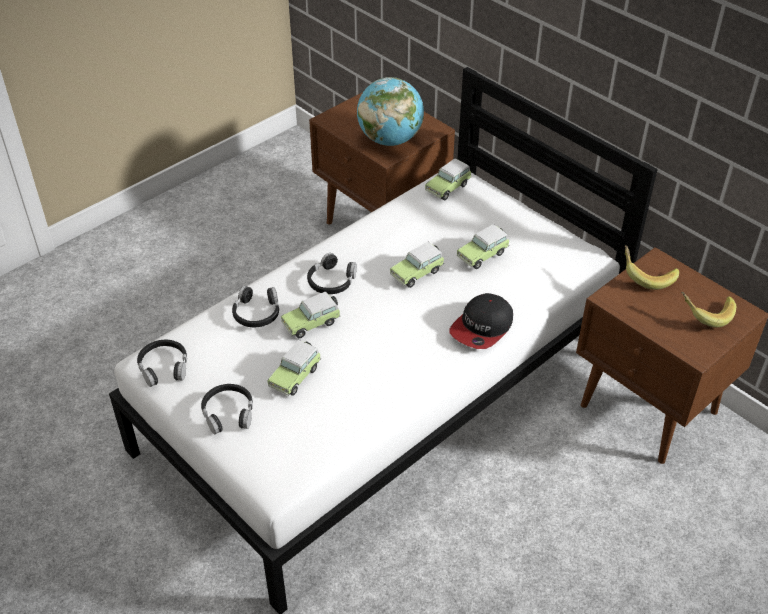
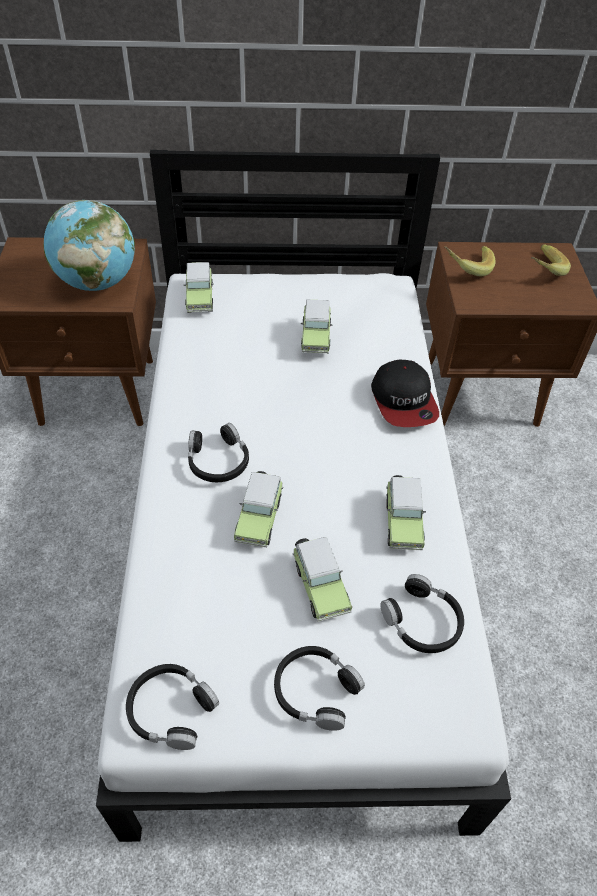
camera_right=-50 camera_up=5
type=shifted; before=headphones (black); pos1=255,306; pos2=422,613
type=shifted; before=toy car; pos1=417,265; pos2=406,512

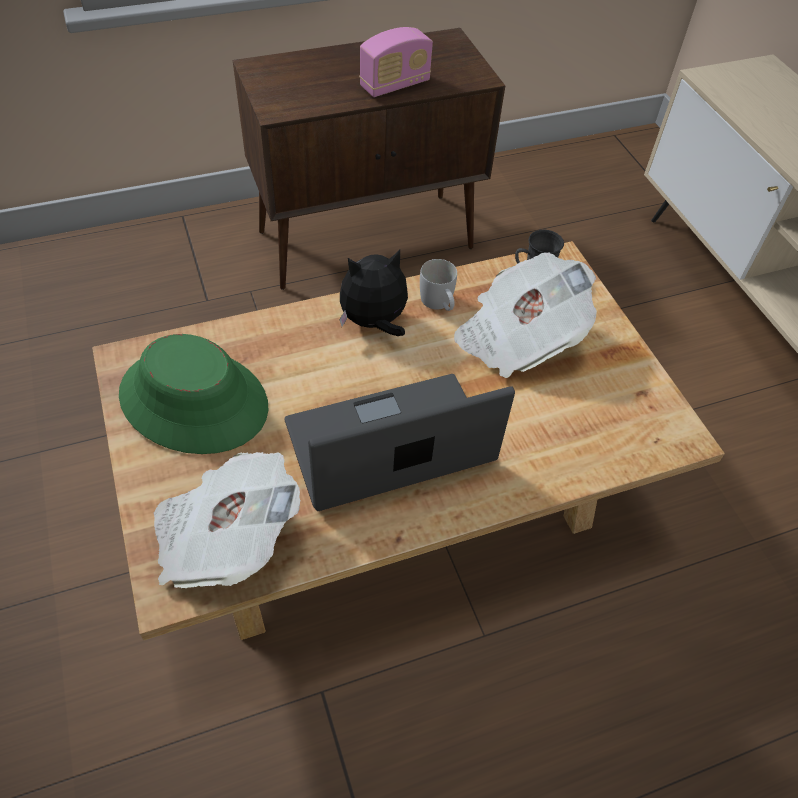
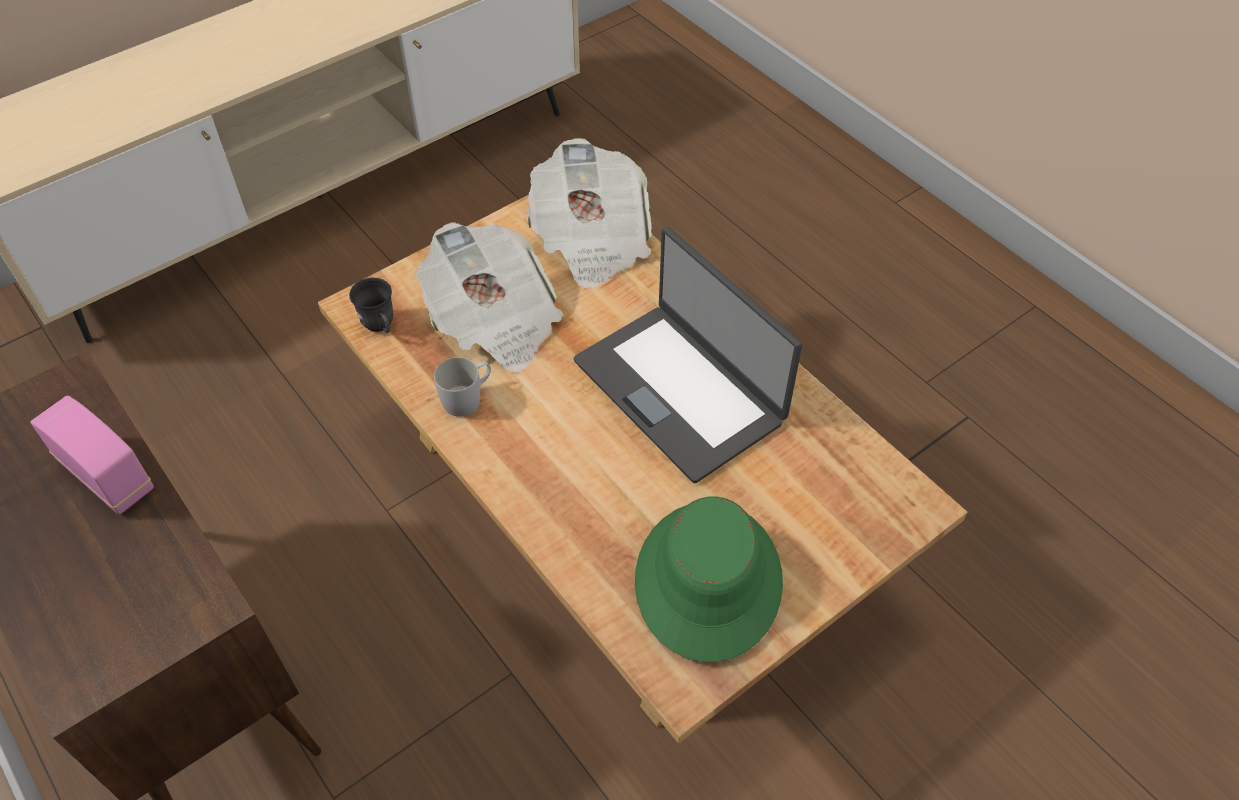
camera_right=-105 camera_up=0
type=shifted; before=newspaper; pos1=227,520; pos2=589,213
type=gone; before=plush toy; pos1=373,293

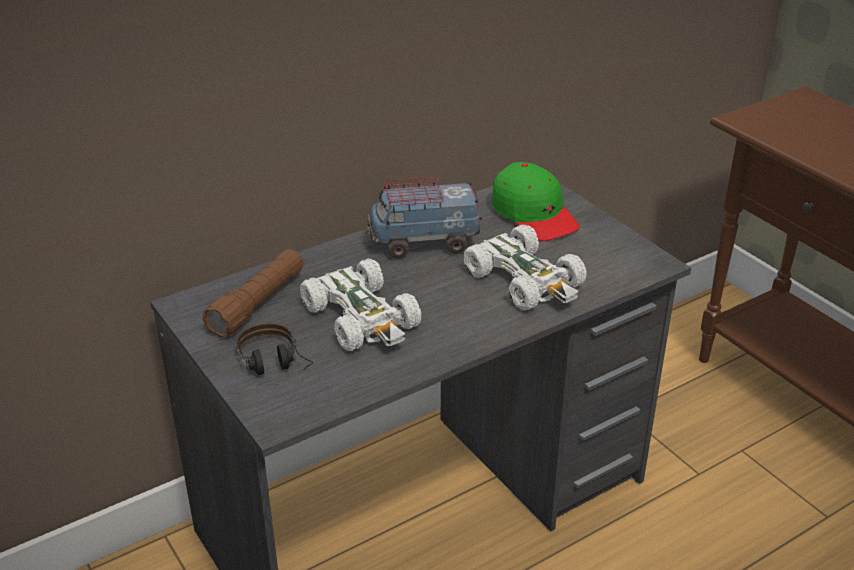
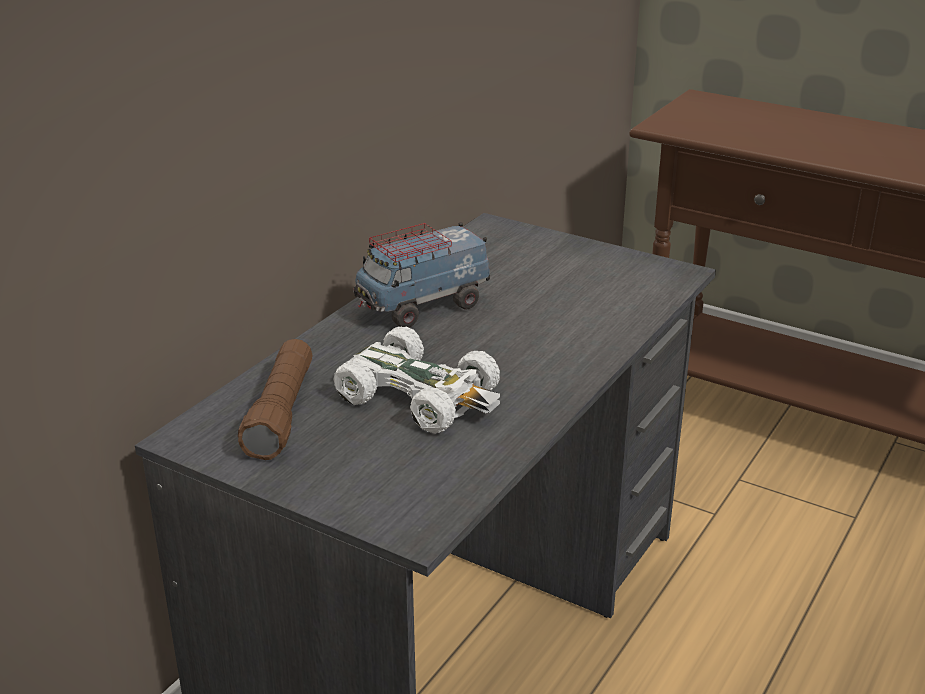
camera_right=-25 camera_up=-5
type=gone; before=headphones; pos1=275,349
type=gone; before=toy car (white); pos1=525,267
type=gone; before=cap (green); pos1=536,201

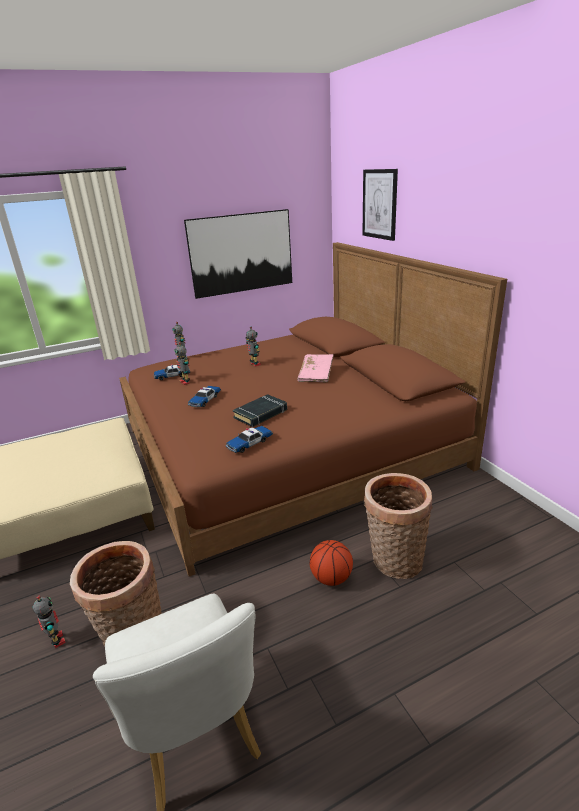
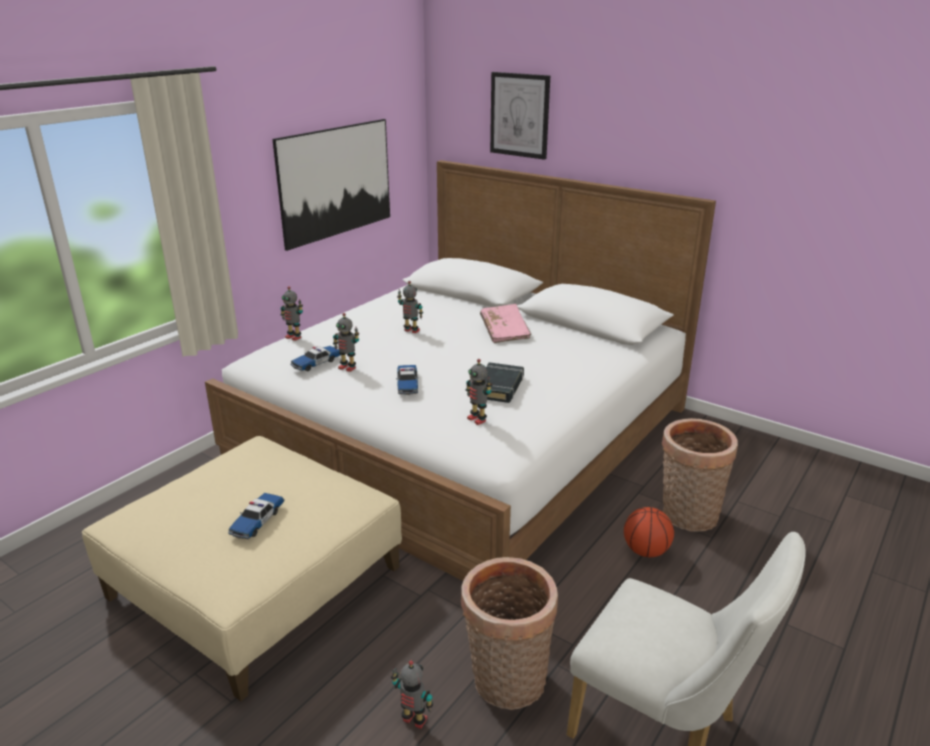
camera_right=-30 camera_up=0
type=repainted; before=bed (brown); after=bed (white); pos1=313,409; pos2=460,370
type=shifted; before=toy car; pos1=249,439; pos2=256,516
type=new; after=toy robot; pos2=479,392

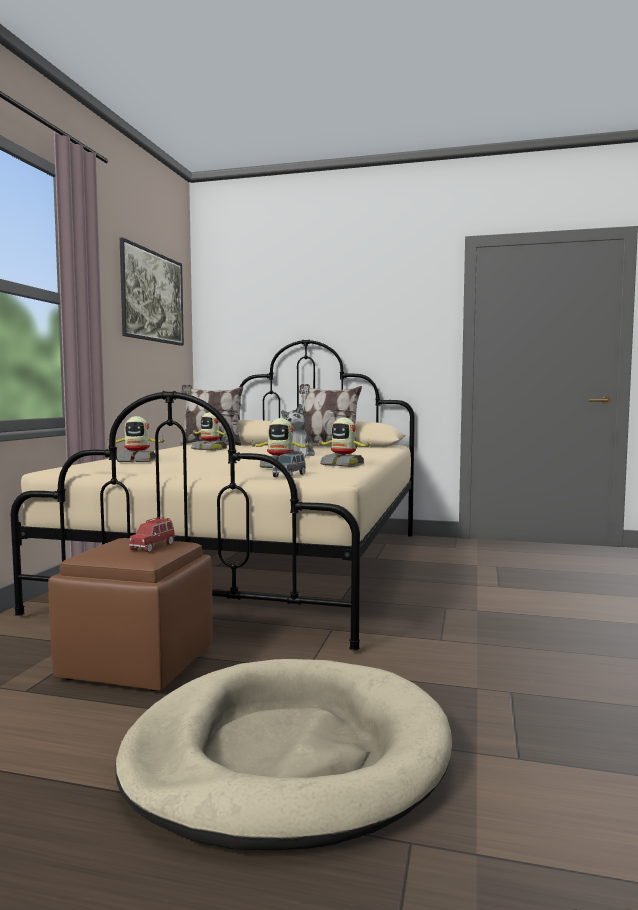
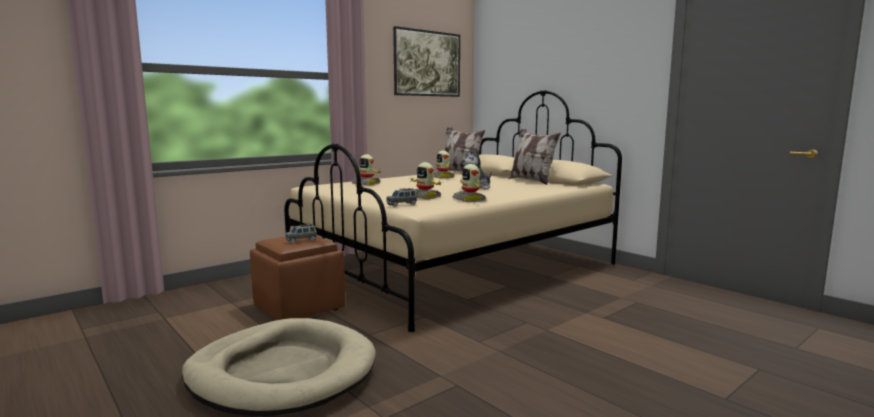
camera_right=35 camera_up=5
type=repainted; before=toy car (red); after=toy car (grey); pos1=152,534; pos2=301,233

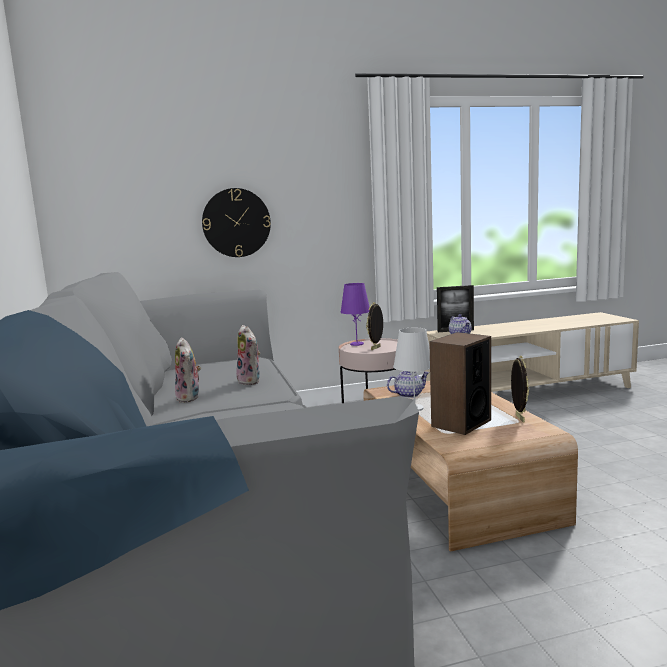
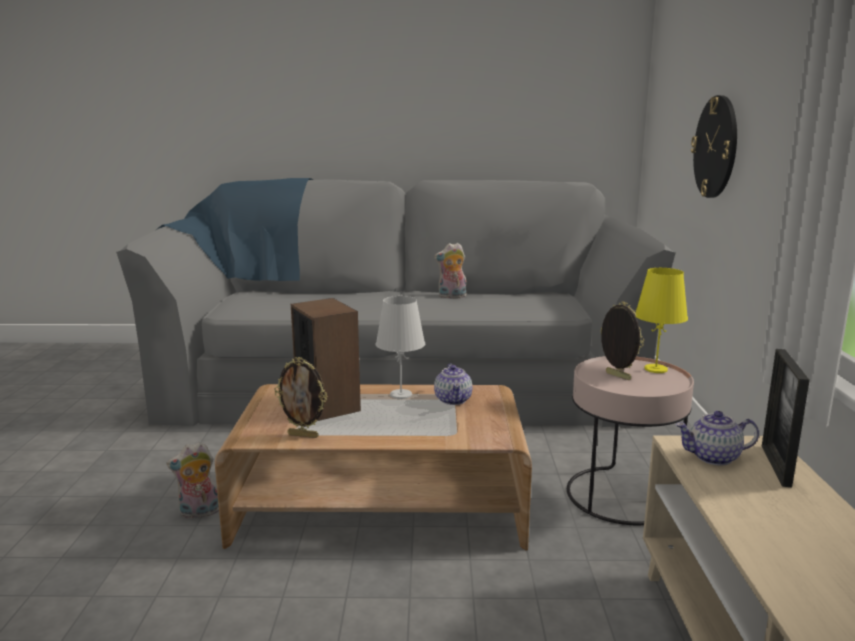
camera_right=105 camera_up=5
type=shifted; before=plush toy; pos1=248,355; pos2=193,480
type=repainted; before=table lamp (purple); after=table lamp (yellow); pos1=355,314; pos2=661,320

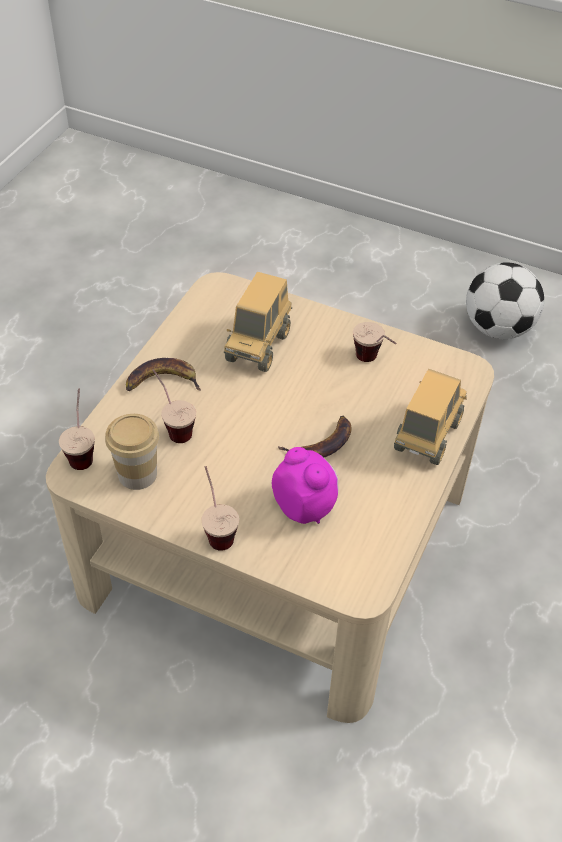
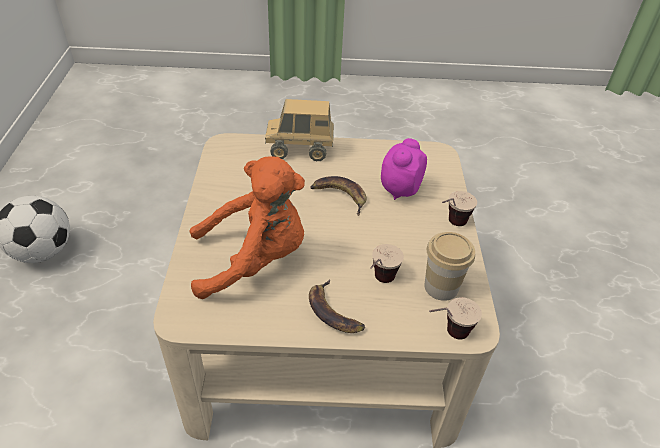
camera_right=-115 camera_up=-5
type=swapped; before=toy truck; after=plush toy (orange); pos1=258,322; pos2=247,228
type=gone; before=cup; pos1=374,342

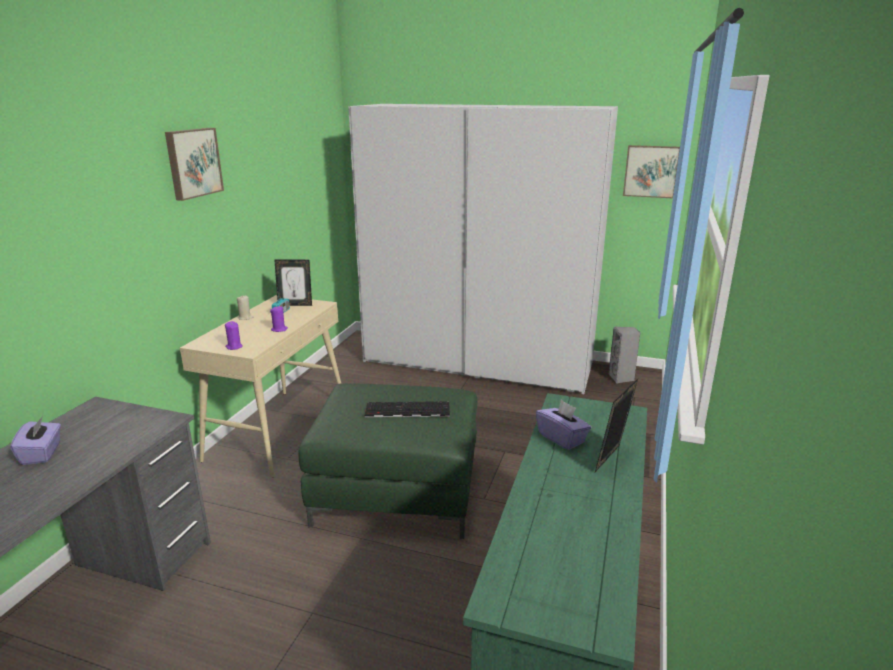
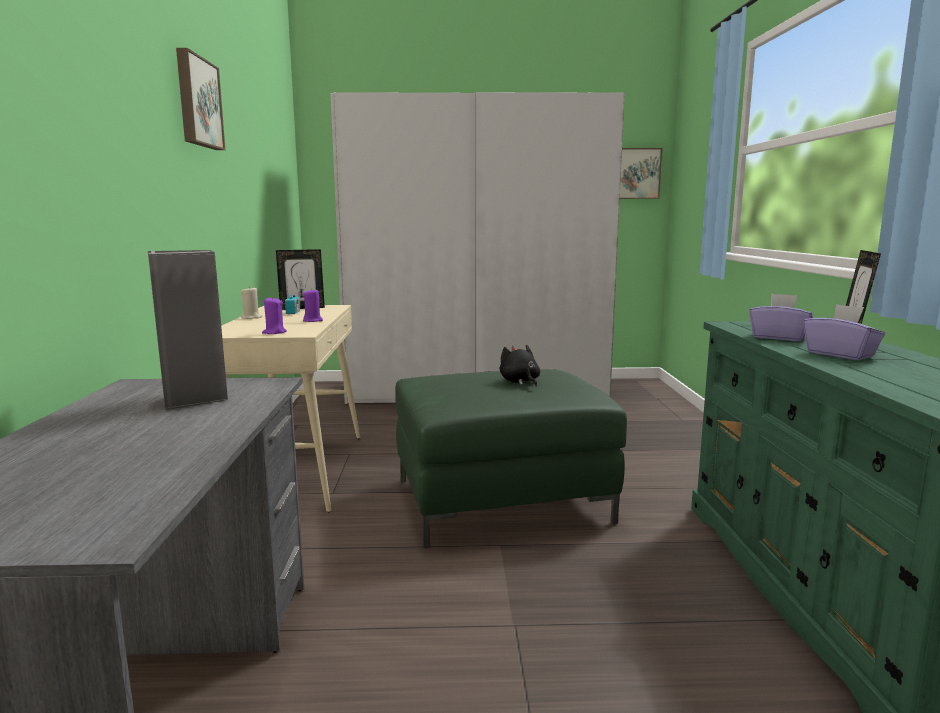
camera_right=-20 camera_up=-10
type=shifted; before=speaker (grey); pos1=624,355; pos2=188,330
type=swapped; before=keyboard; after=plush toy (black); pos1=407,409; pos2=520,366
type=shifted; before=tissue box (purple); pos1=35,440; pos2=844,332

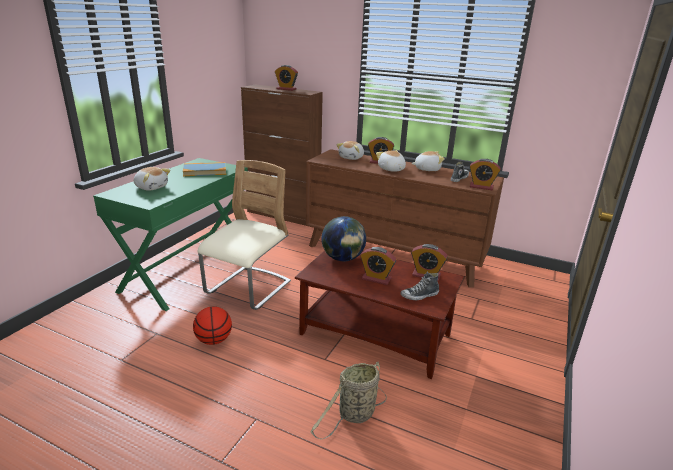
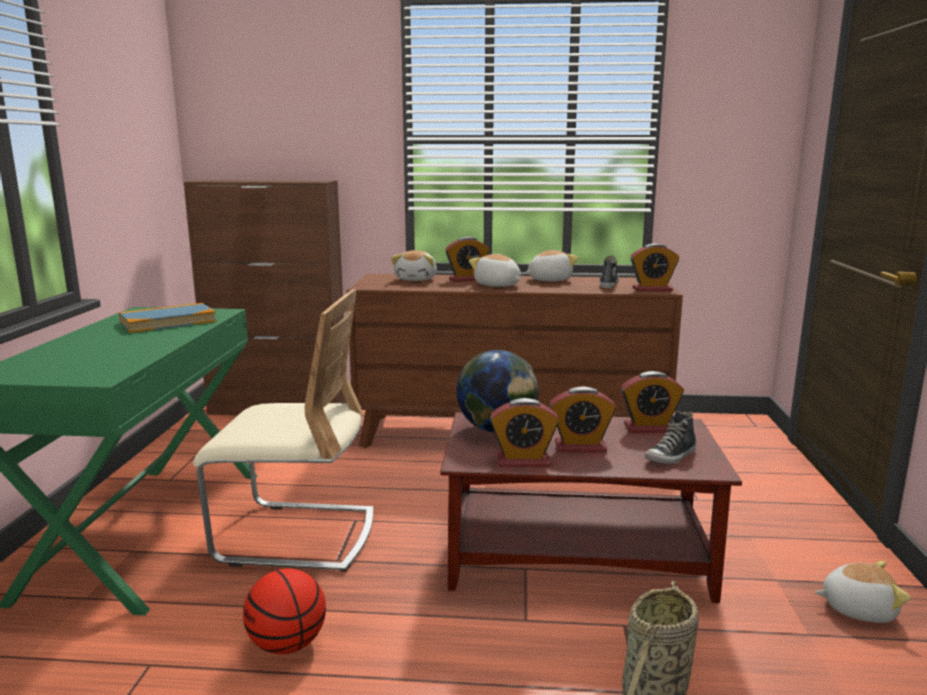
camera_right=-20 camera_up=-10
type=rotated; before=chair (beige); pos1=244,235; pos2=283,430; turn=90
type=shifted; before=alarm clock; pos1=286,78; pos2=524,432
type=shifted; before=plush toy; pos1=152,179; pos2=863,592

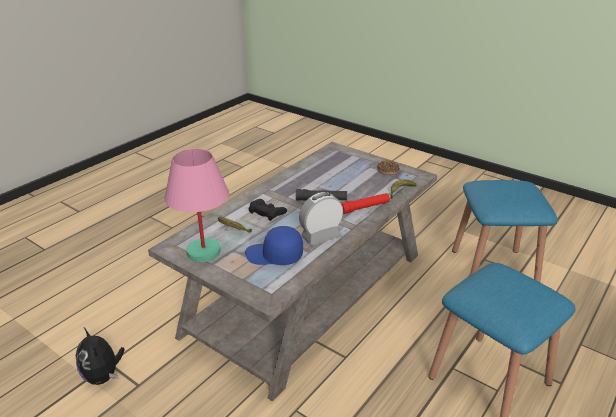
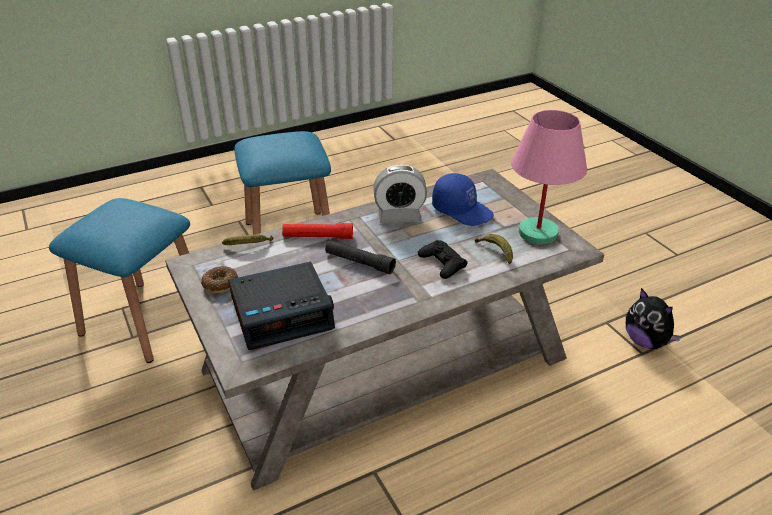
camera_right=-155 camera_up=5
type=new; after=alarm clock; pos2=282,306
type=rotated; before=plush toy; pos1=100,356; pos2=654,318; turn=150

